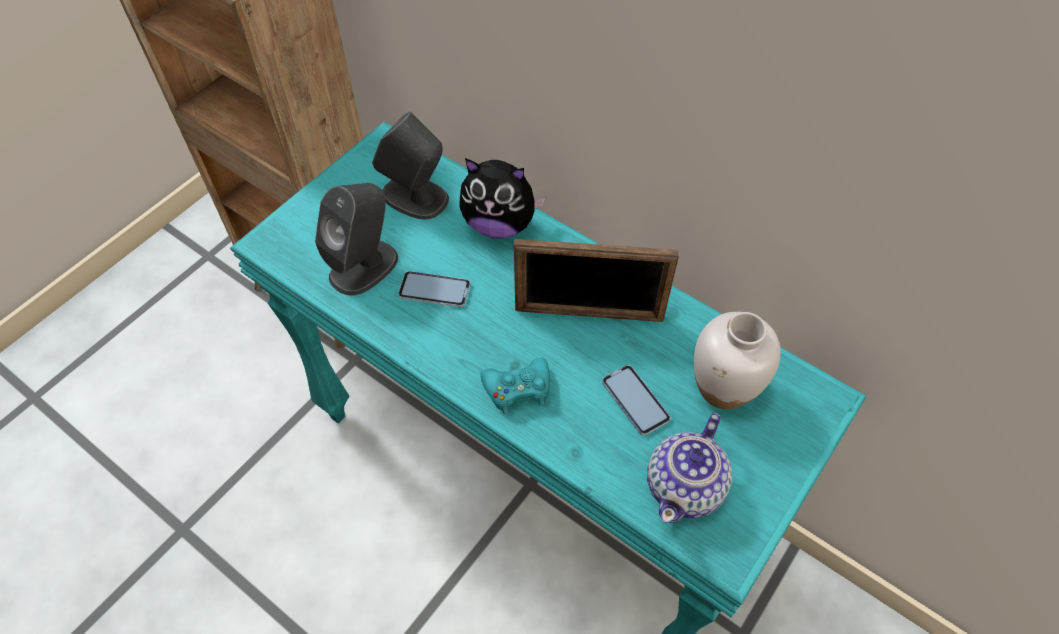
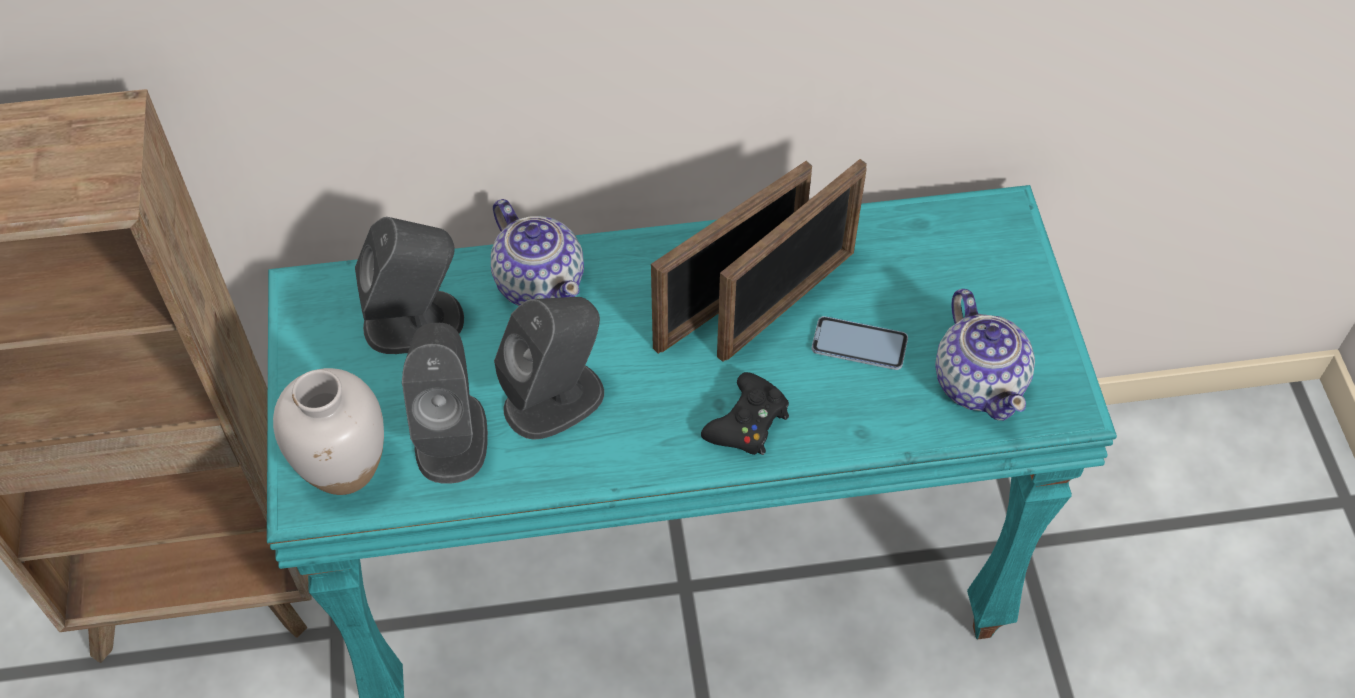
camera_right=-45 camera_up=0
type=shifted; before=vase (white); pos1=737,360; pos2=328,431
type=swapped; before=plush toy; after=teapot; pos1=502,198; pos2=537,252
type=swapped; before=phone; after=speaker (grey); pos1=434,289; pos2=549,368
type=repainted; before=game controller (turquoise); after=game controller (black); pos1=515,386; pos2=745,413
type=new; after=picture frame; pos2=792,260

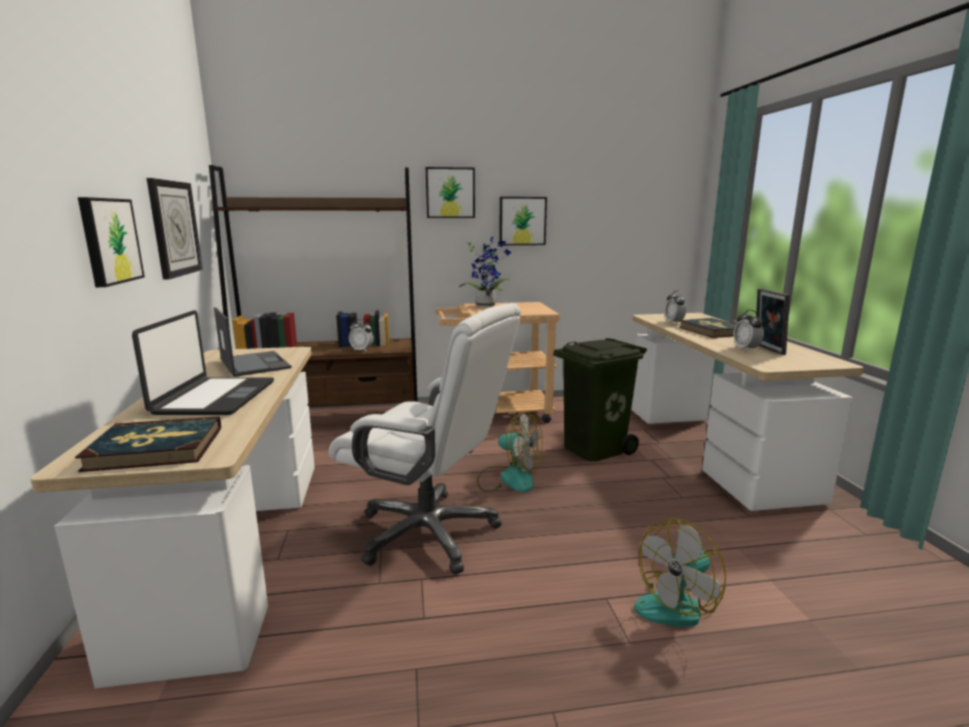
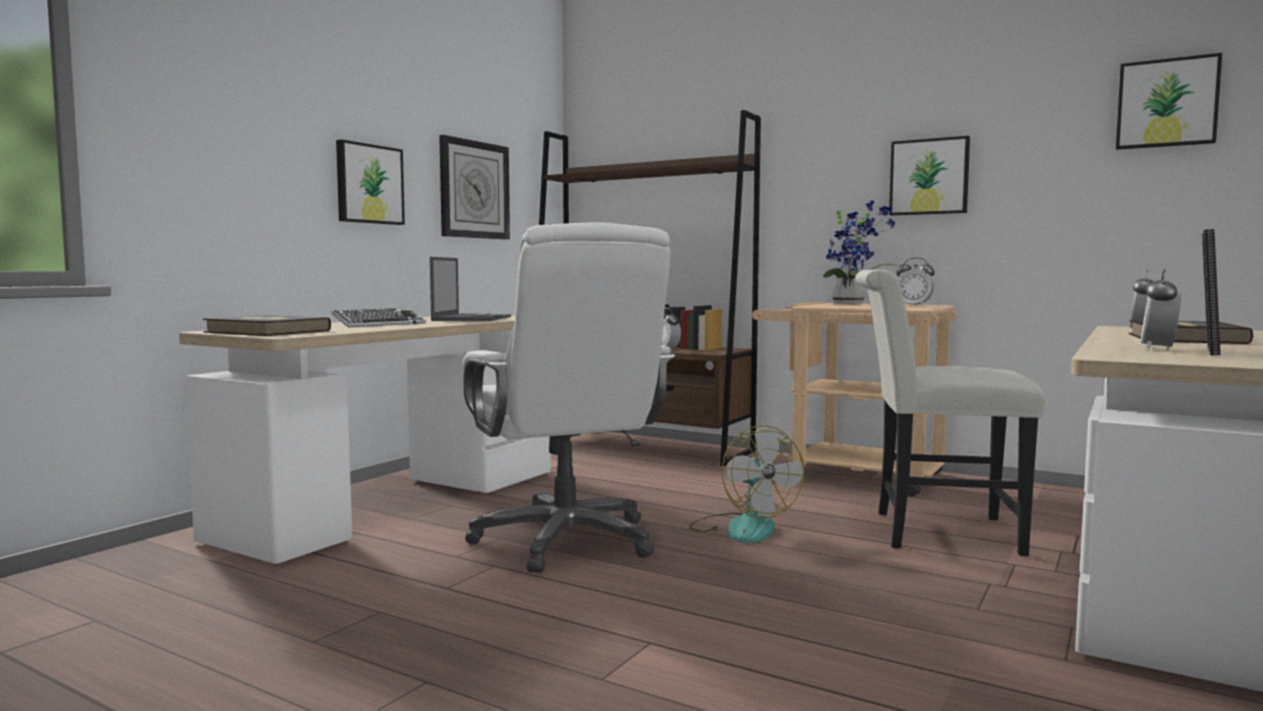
camera_right=40 camera_up=-10
type=swapped; before=laptop; after=keyboard; pos1=203,362; pos2=378,318
type=swapped; before=trash can (green); after=chair (white); pos1=600,400; pos2=950,412
type=new; after=alarm clock; pos2=915,282
type=shifted; before=picture; pos1=450,192; pos2=1169,101
type=gone; before=fan; pos1=680,572

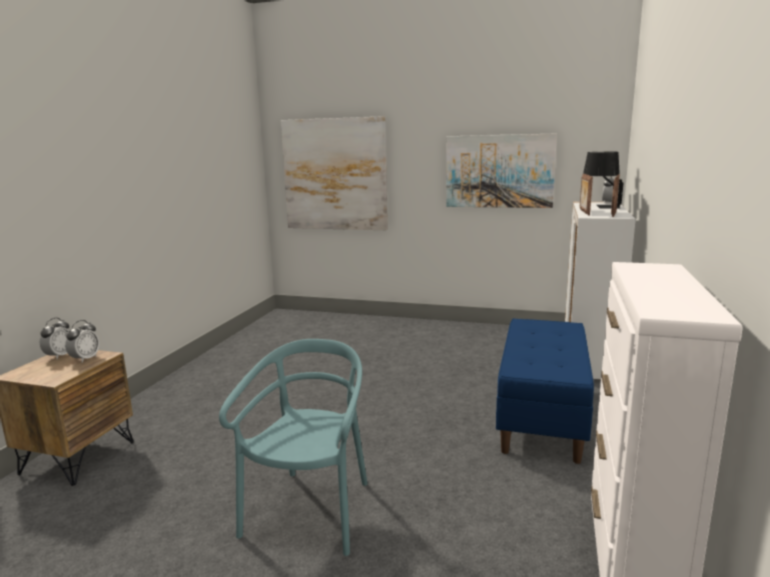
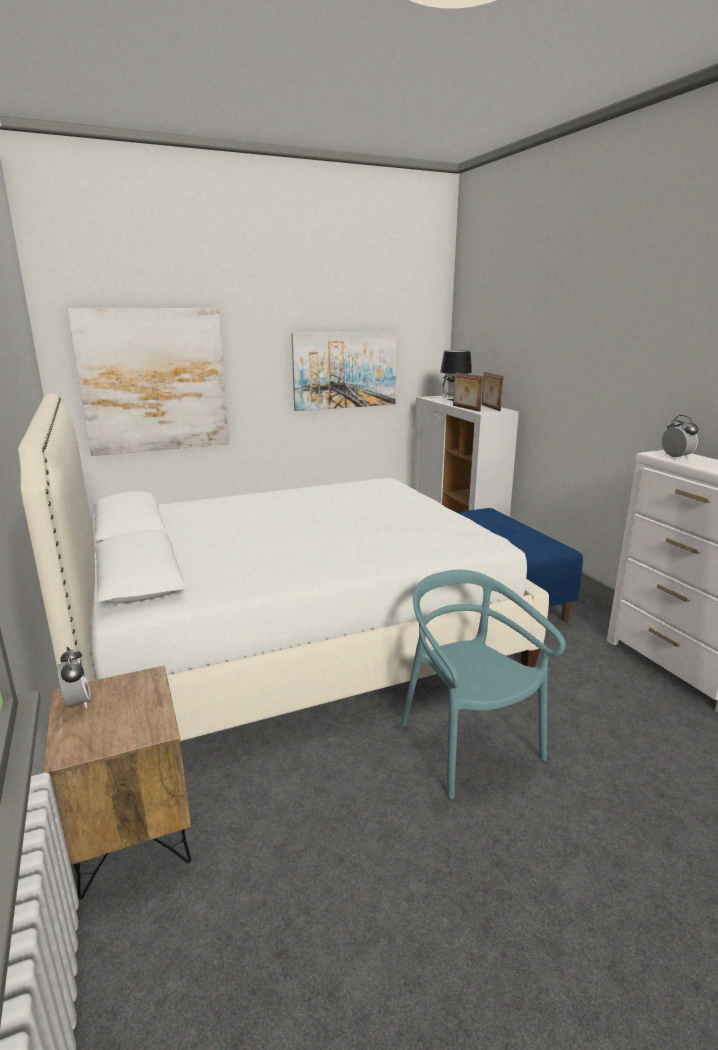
camera_right=-40 camera_up=5
type=new; after=bed (white); pos2=283,567
type=shifted; before=alarm clock; pos1=82,341; pos2=680,437

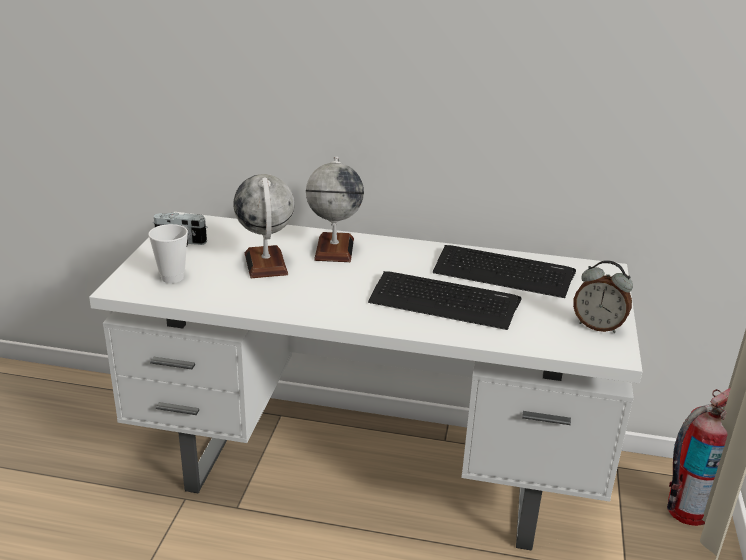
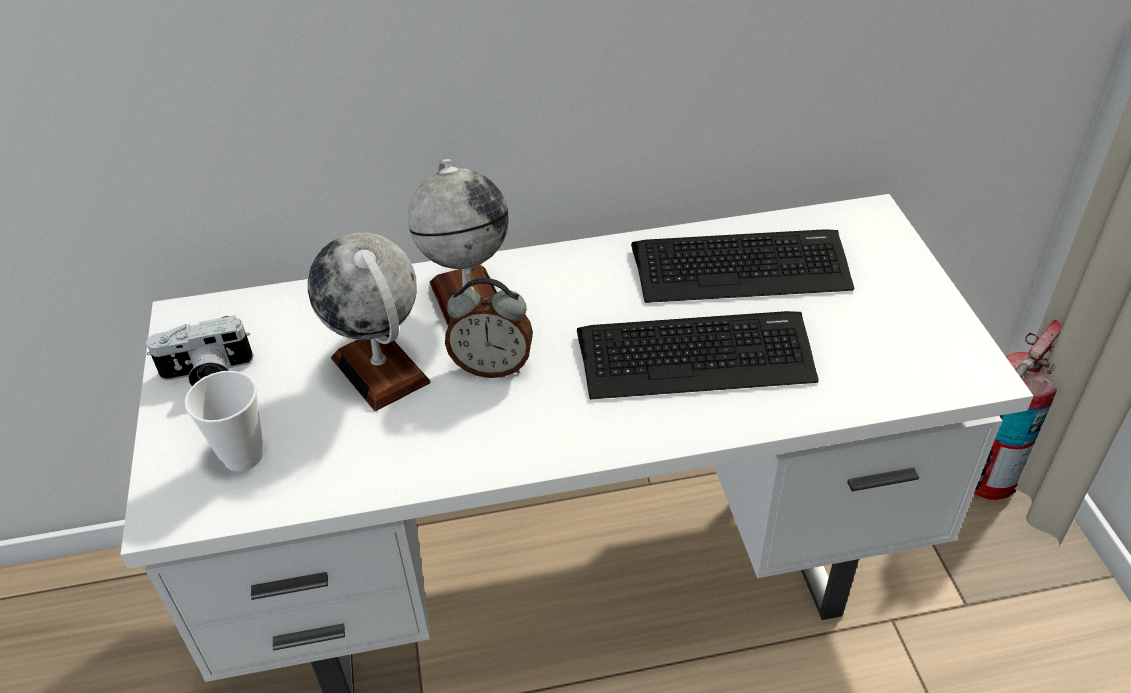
camera_right=-20 camera_up=15
type=shifted; before=alarm clock; pos1=603,296; pos2=489,328

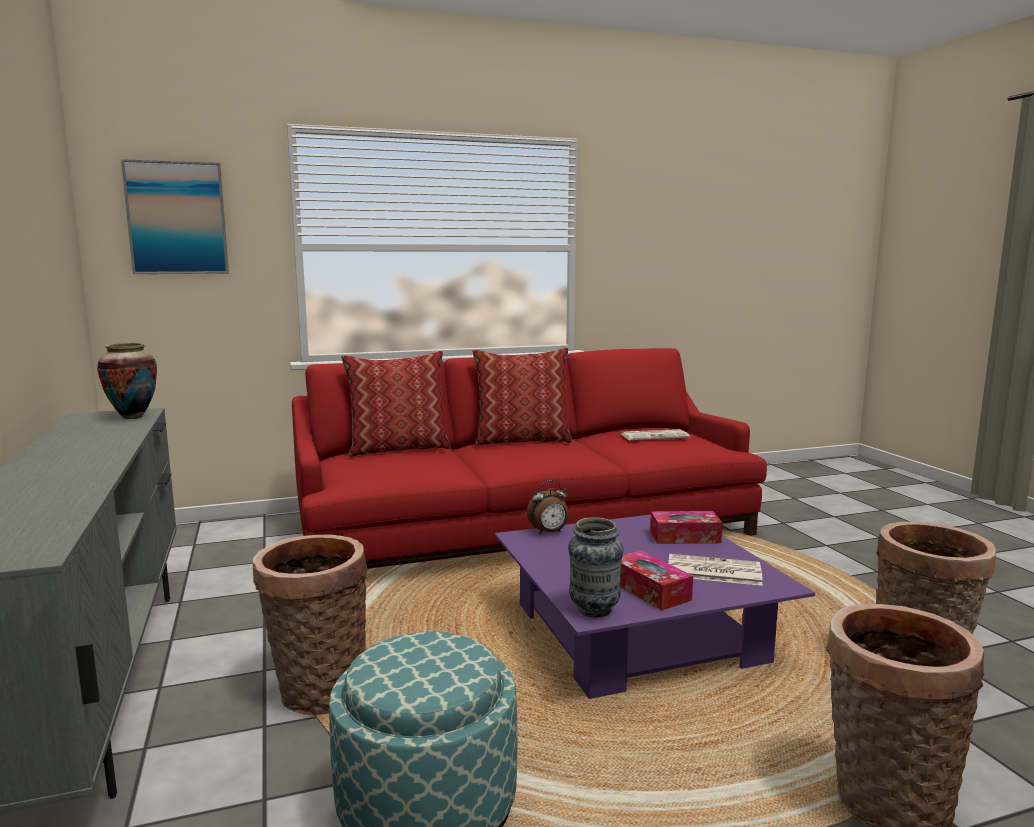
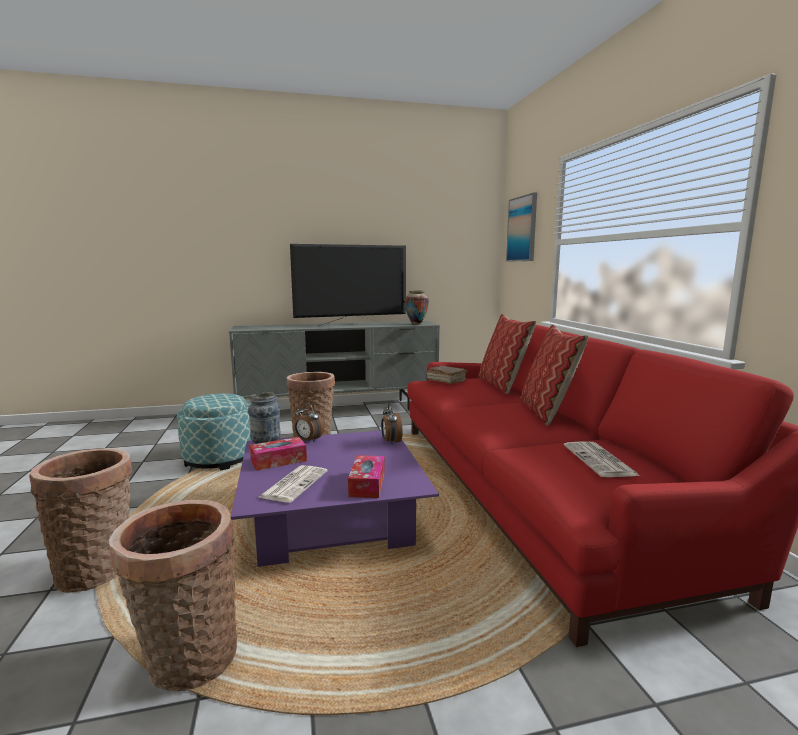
camera_right=95 camera_up=0
type=new; after=television; pos2=348,285
type=new; after=alarm clock; pos2=309,422
type=new; after=book (brown); pos2=447,374

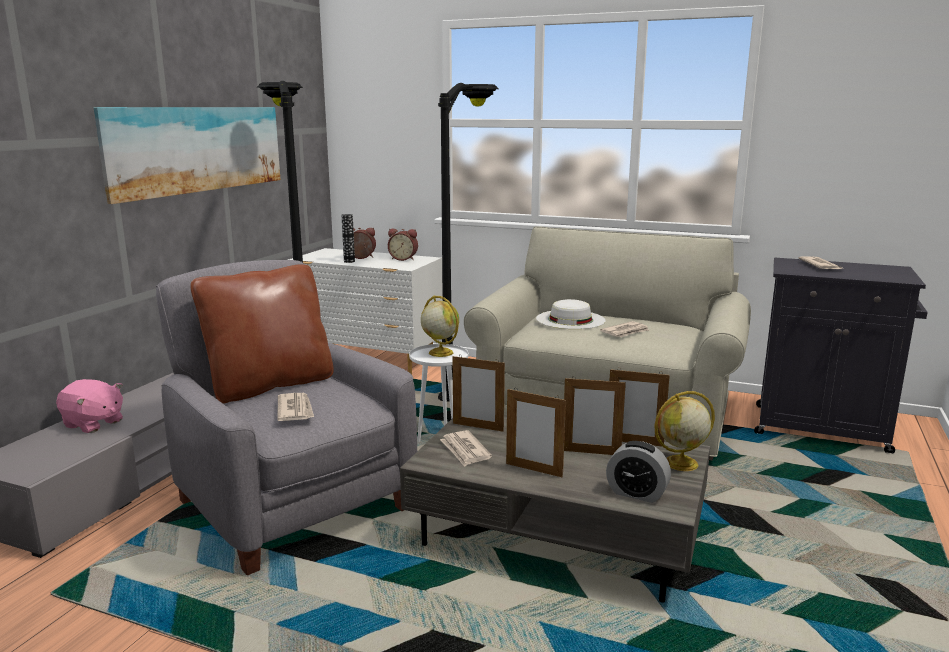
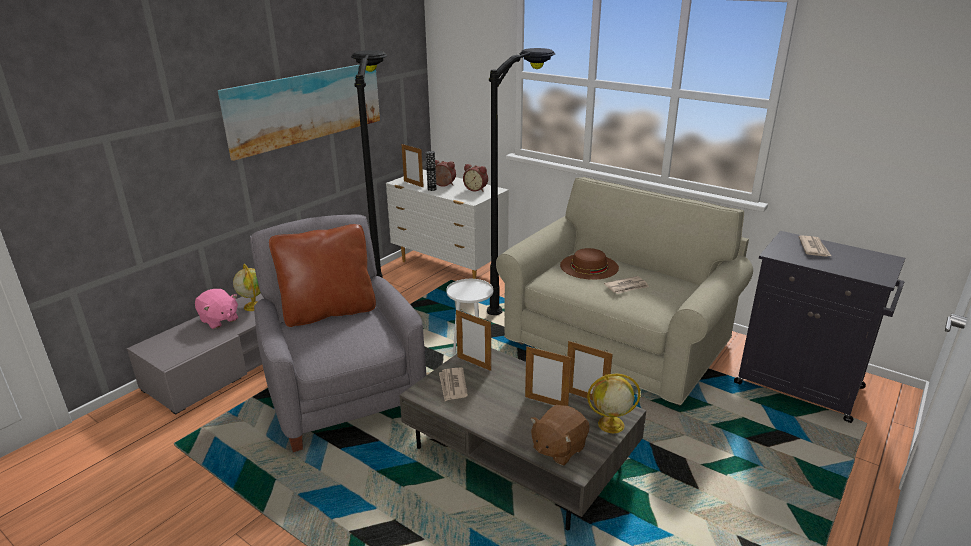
camera_right=15 camera_up=10
type=shifted; before=globe; pos1=440,326; pos2=247,287
type=shifted; before=picture frame; pos1=536,433; pos2=413,165
type=swapped; before=alarm clock; after=plush toy (brown); pos1=638,472; pos2=559,435
type=repainted; before=hat (white); after=hat (brown); pos1=571,314; pos2=589,264
type=gone; before=newspaper; pos1=295,407

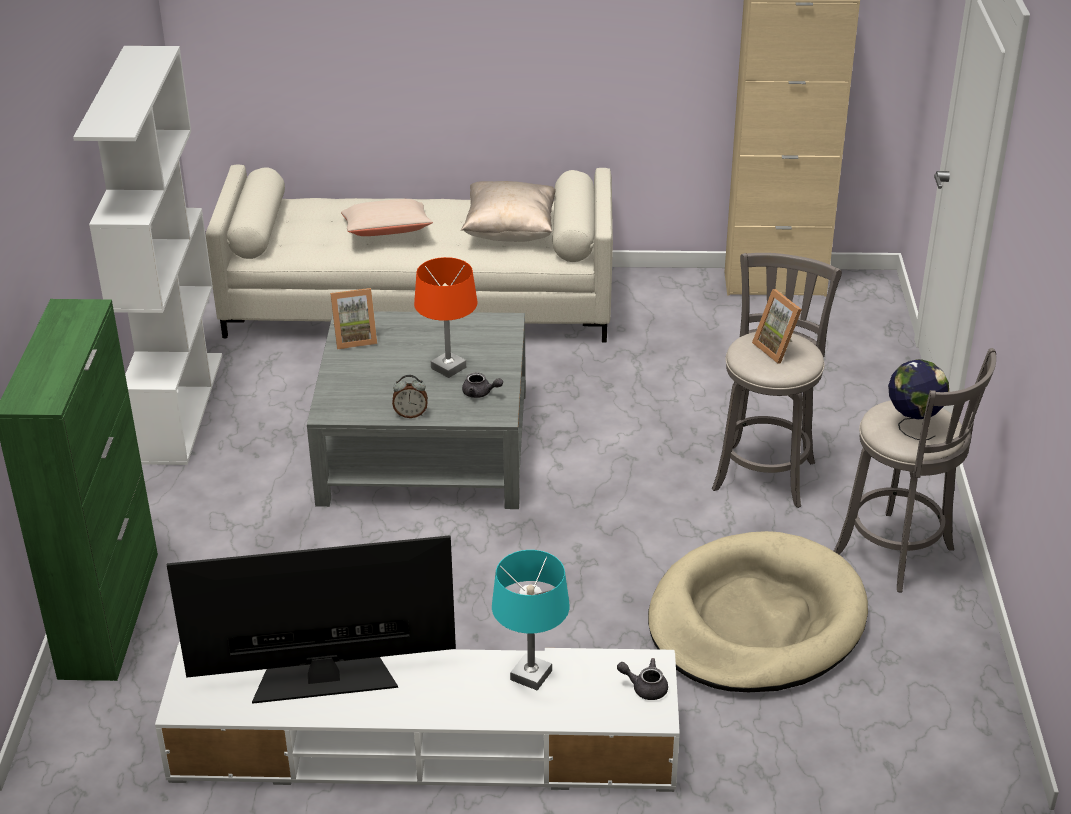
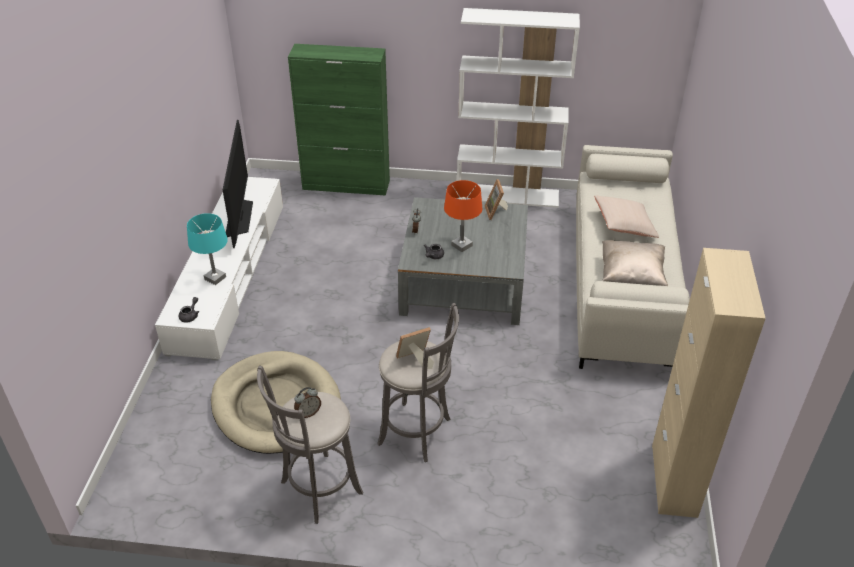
camera_right=95 camera_up=5
type=swapped; before=globe; after=alarm clock; pos1=918,399; pos2=307,402

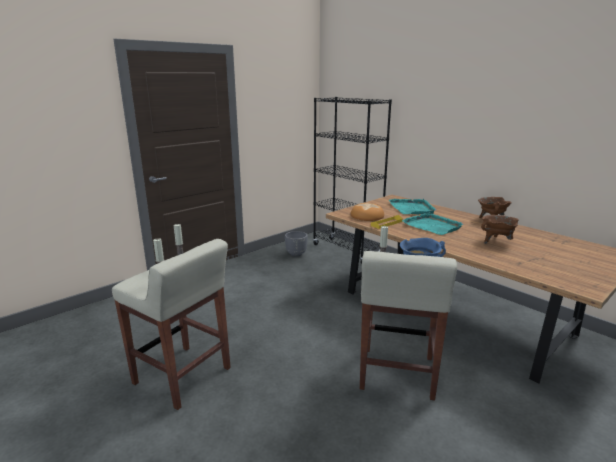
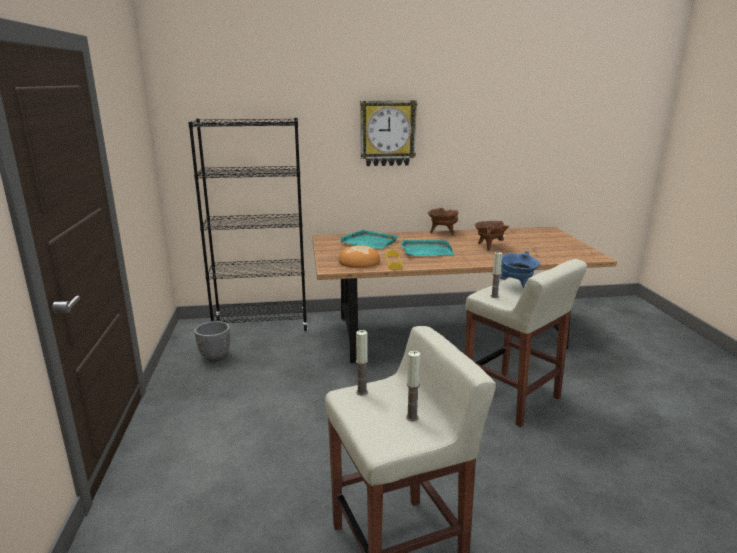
camera_right=-55 camera_up=0
type=new; after=wall clock; pos2=388,133

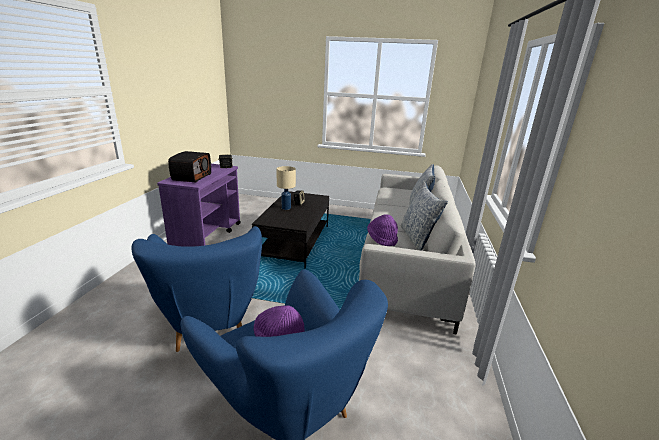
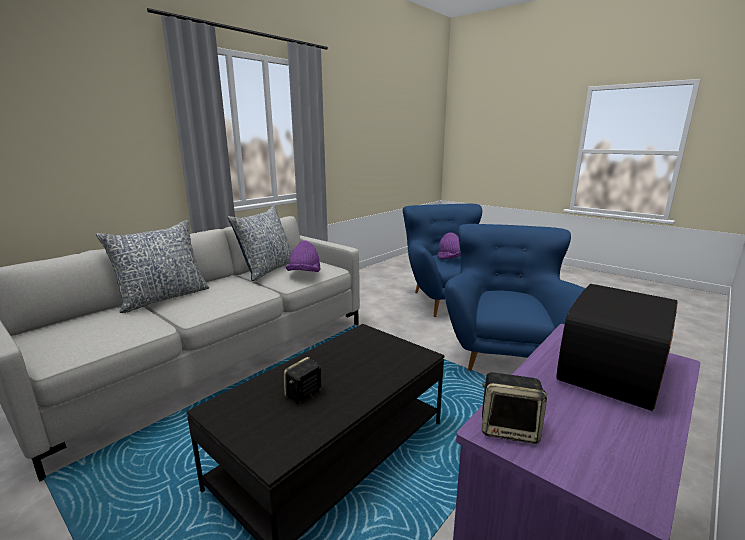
camera_right=-150 camera_up=-5
type=gone; before=table lamp (beige); pos1=286,188

